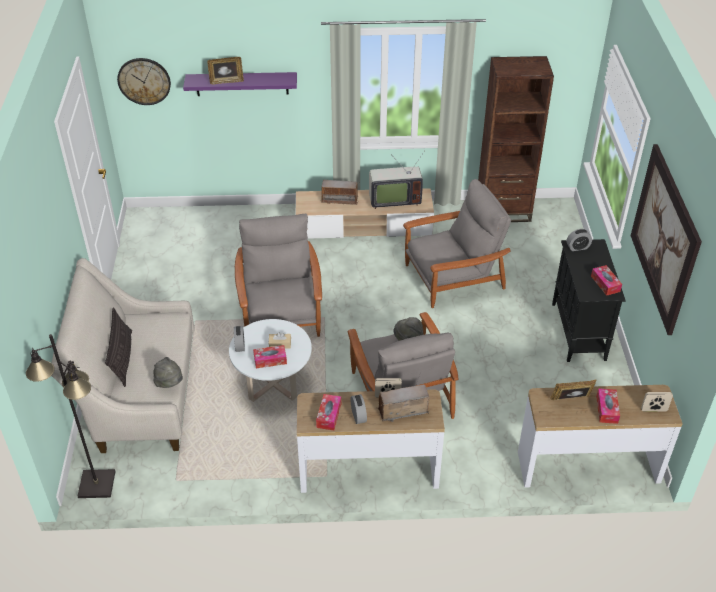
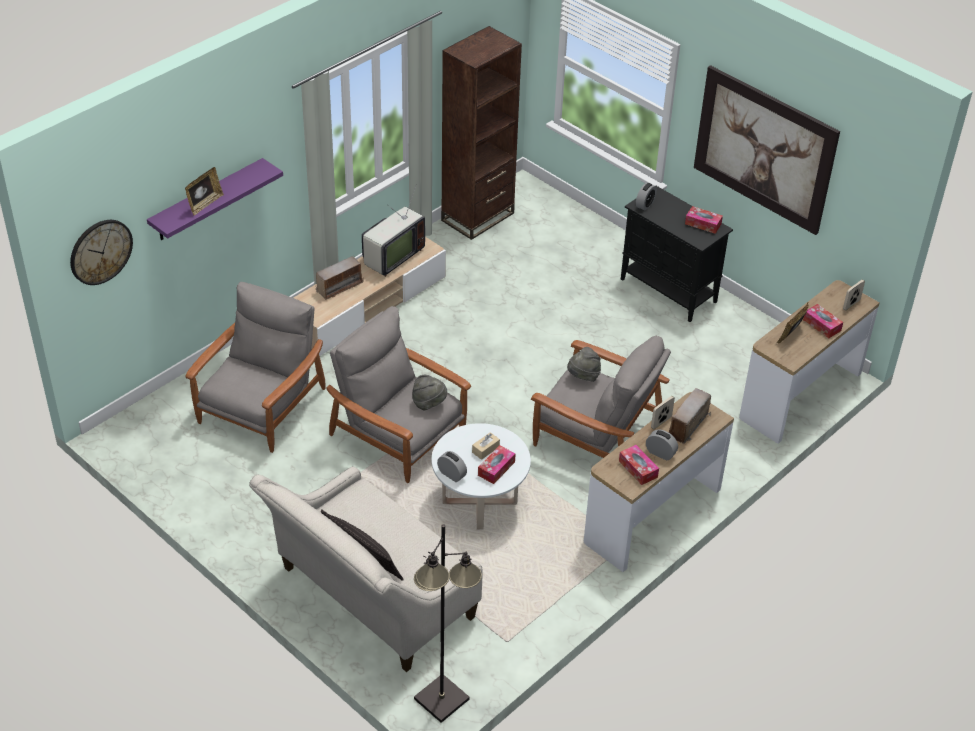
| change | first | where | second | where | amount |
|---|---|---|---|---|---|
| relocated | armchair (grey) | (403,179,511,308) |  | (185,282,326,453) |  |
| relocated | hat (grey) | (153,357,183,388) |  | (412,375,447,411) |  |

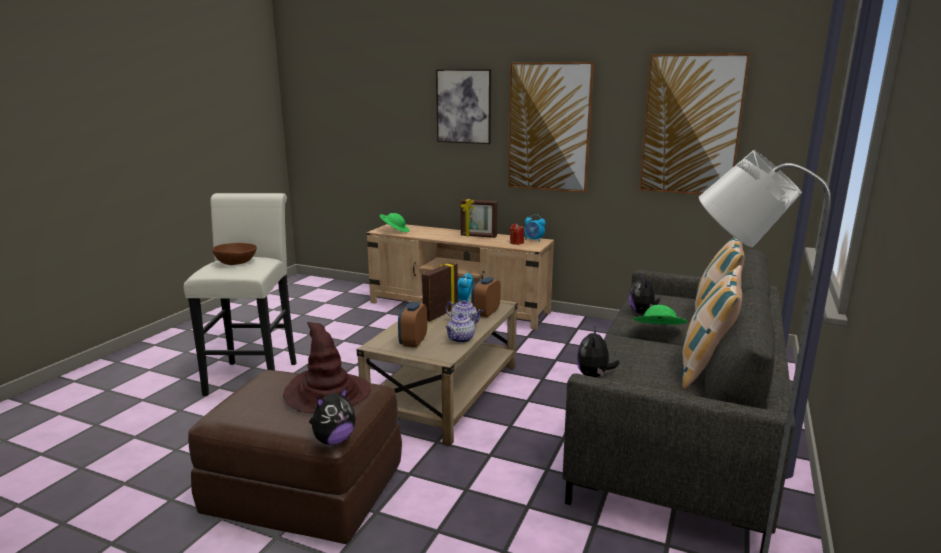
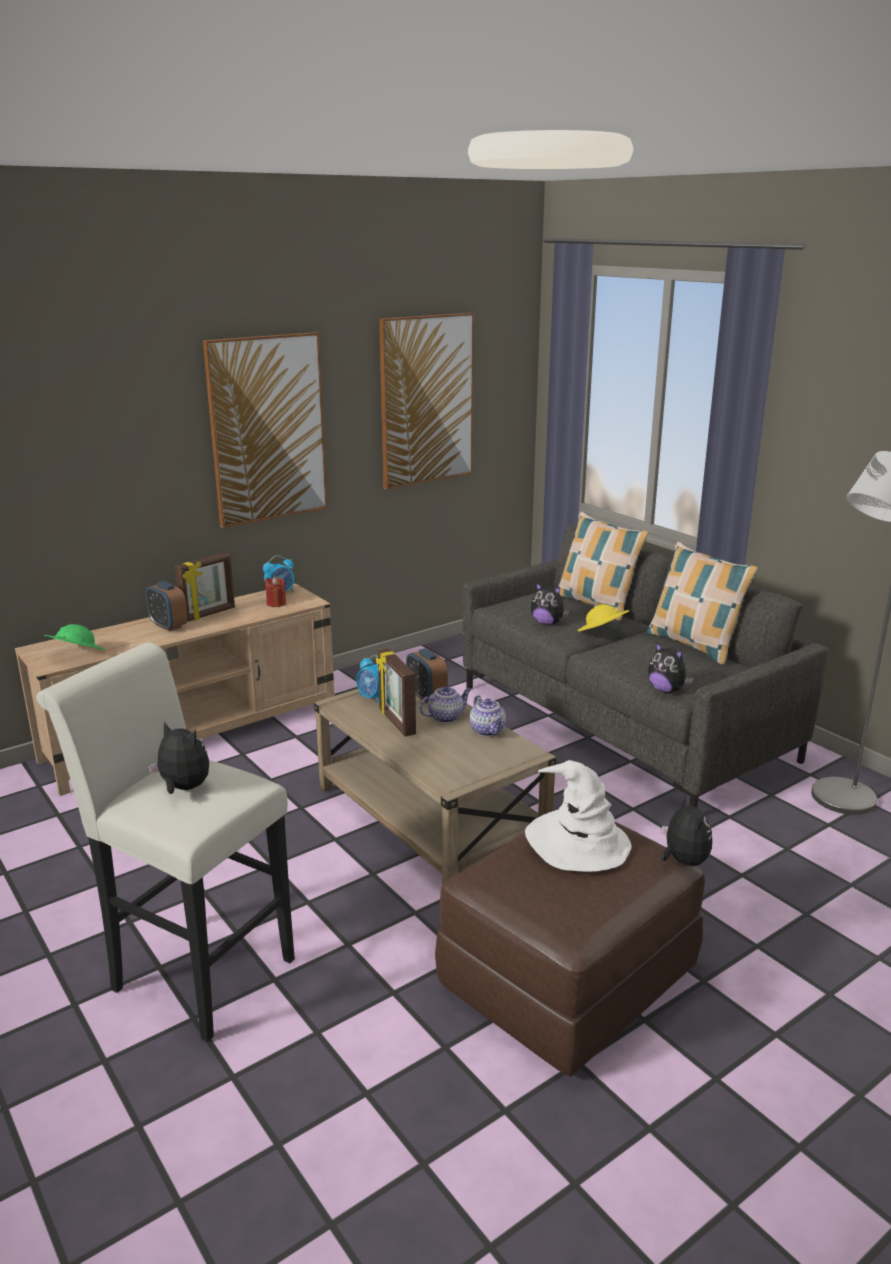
| change | first | where | second | where | amount |
|---|---|---|---|---|---|
| missing | picture | (436,69,491,144) |  |  |  |
| exchanged | bowl (brown) | (212,243,257,265) | plush toy | (148,721,209,794) |  |
| relocated | alarm clock | (398,302,427,348) |  | (146,581,188,631) |  |
| colour | hat (green) | (633,305,688,325) | hat (yellow) | (578,604,629,631) |  |
| colour | hat (brown) | (283,322,371,413) | hat (white) | (525,760,631,872) |  |

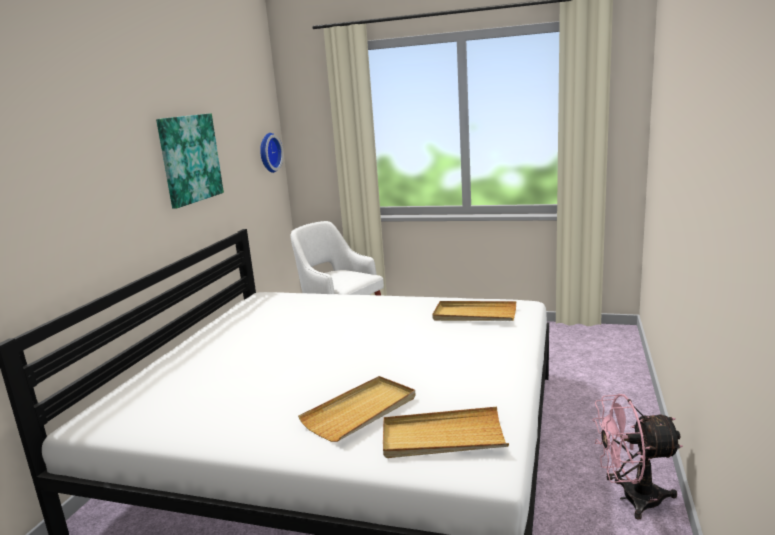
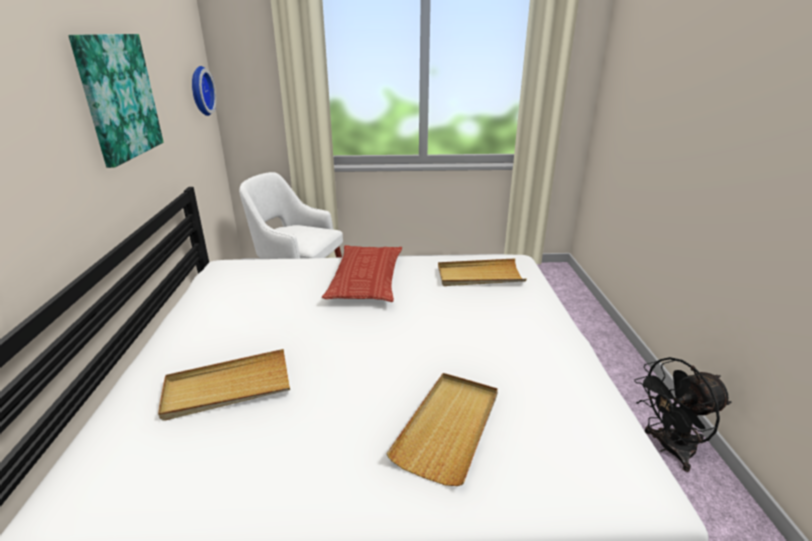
| change | first | where | second | where | amount |
|---|---|---|---|---|---|
| colour | fan (pink) | (592,394,683,520) | fan (black) | (634,357,731,472) |  |
| relocated | tray (beige) | (383,407,509,458) |  | (158,349,290,421) |  |
| appeared |  |  | pillow | (322,245,402,302) |  |

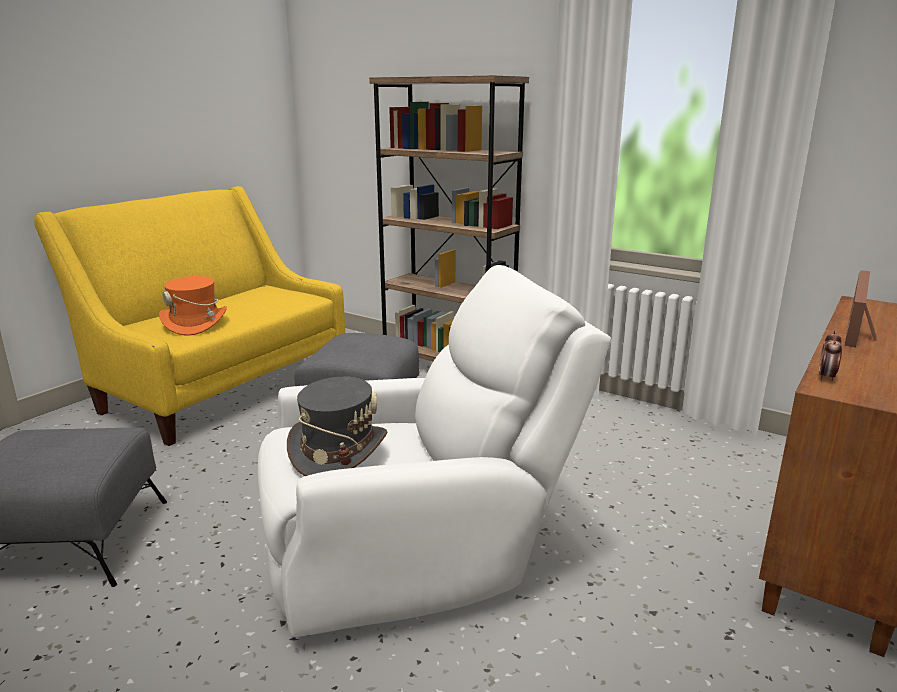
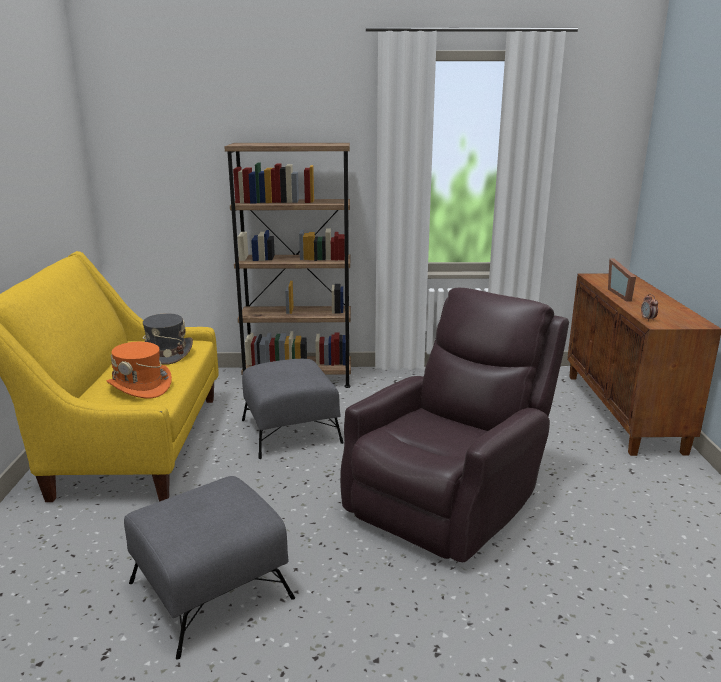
| change | first | where | second | where | amount |
|---|---|---|---|---|---|
| colour | armchair (white) | (258,265,611,637) | armchair (brown) | (340,288,569,562) |  |
| relocated | hat (grey) | (287,377,387,476) |  | (143,313,193,365) |  |

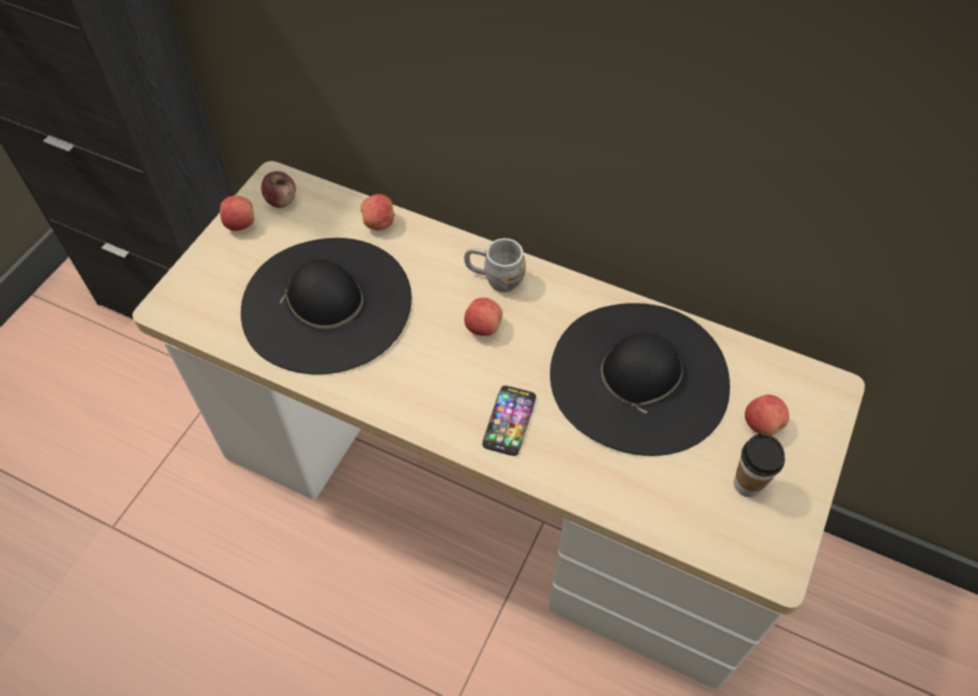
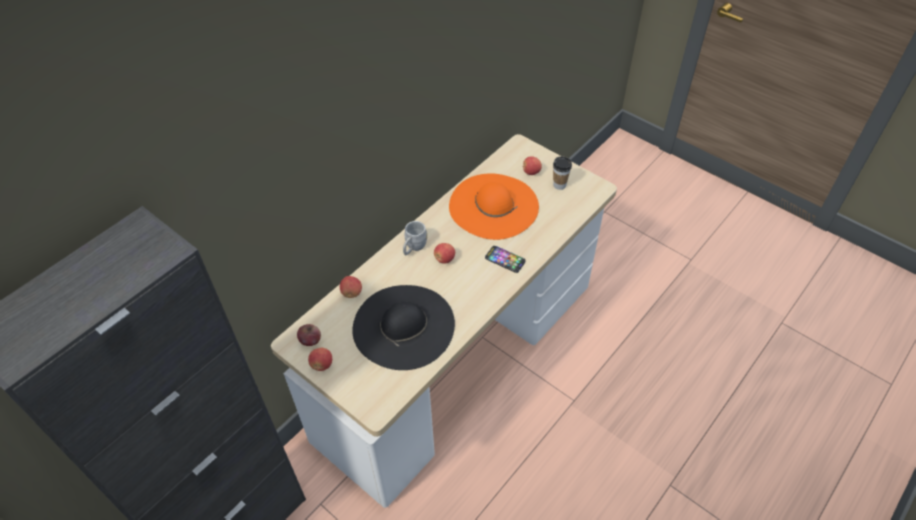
| change | first | where | second | where | amount |
|---|---|---|---|---|---|
| colour | hat (black) | (550,303,730,456) | hat (orange) | (449,173,539,240) |  |

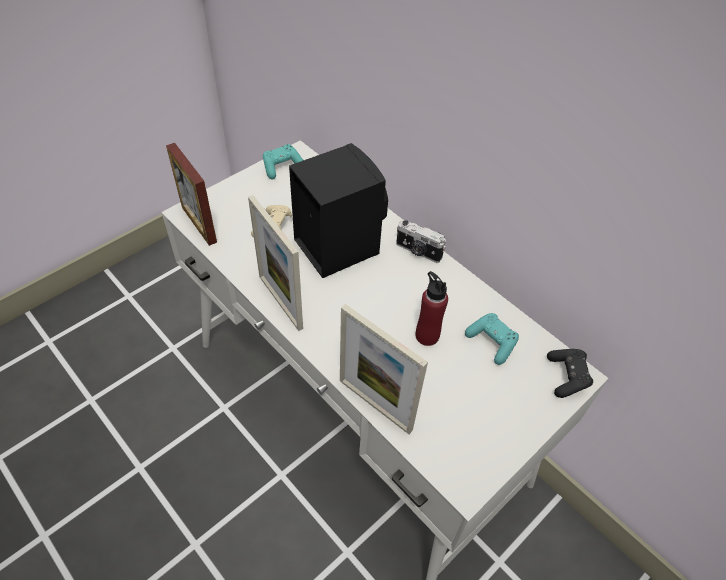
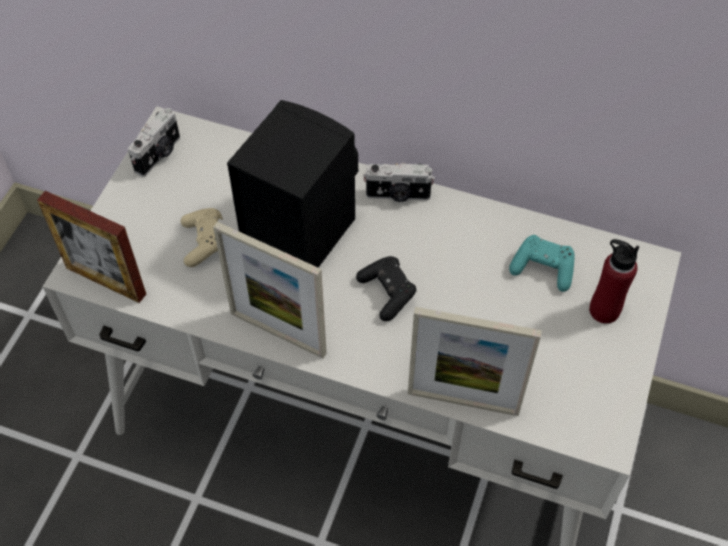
| change | first | where | second | where | amount |
|---|---|---|---|---|---|
| exchanged | game controller (turquoise) | (263,144,303,180) | photo camera | (128,108,180,177) |  |
| relocated | bottle (red) | (416,271,448,346) |  | (589,239,639,324) |  |
| relocated | game controller (black) | (547,349,593,398) |  | (356,256,417,321) |  |

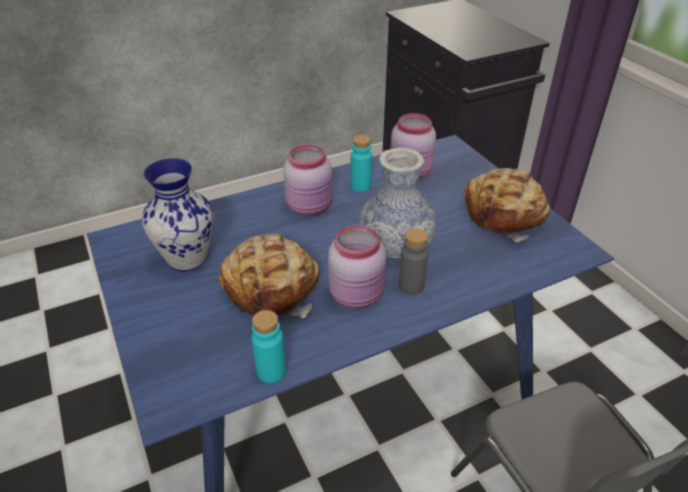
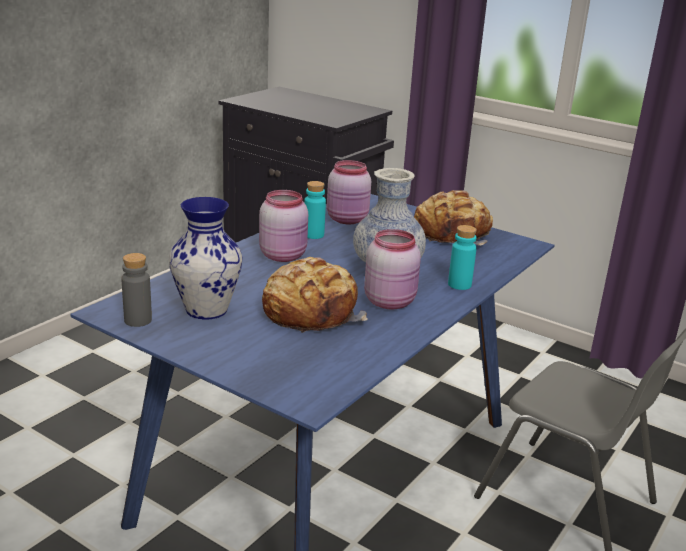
| change | first | where | second | where | amount |
|---|---|---|---|---|---|
| relocated | bottle (grey) | (399,229,428,295) |  | (122,253,152,327) |  |
| relocated | bottle (turquoise) | (251,310,286,383) |  | (448,225,477,290) |  |

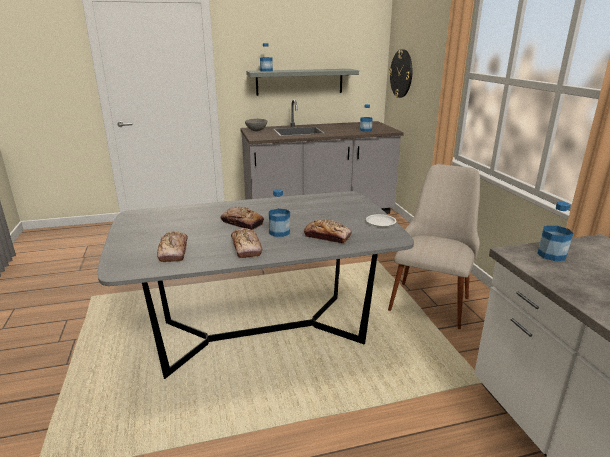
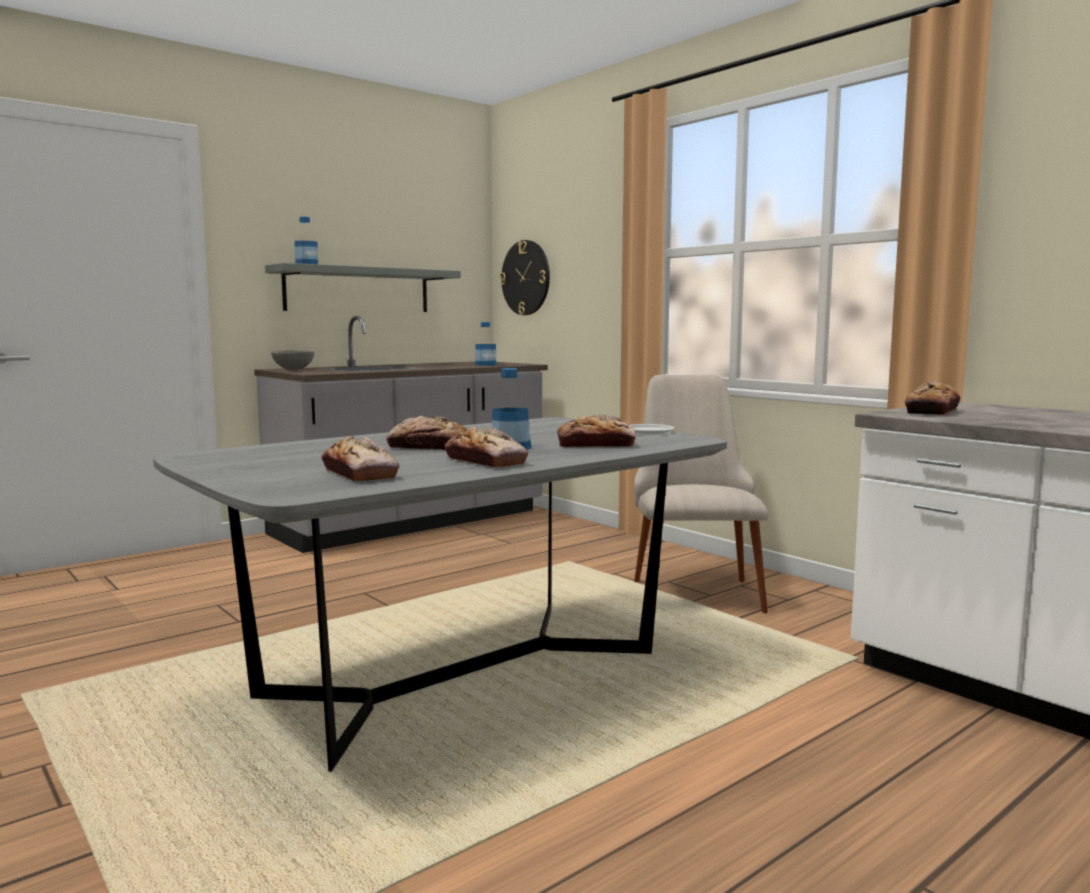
| change | first | where | second | where | amount |
|---|---|---|---|---|---|
| exchanged | bottle | (537,202,573,261) | bread | (905,381,960,415) |  |

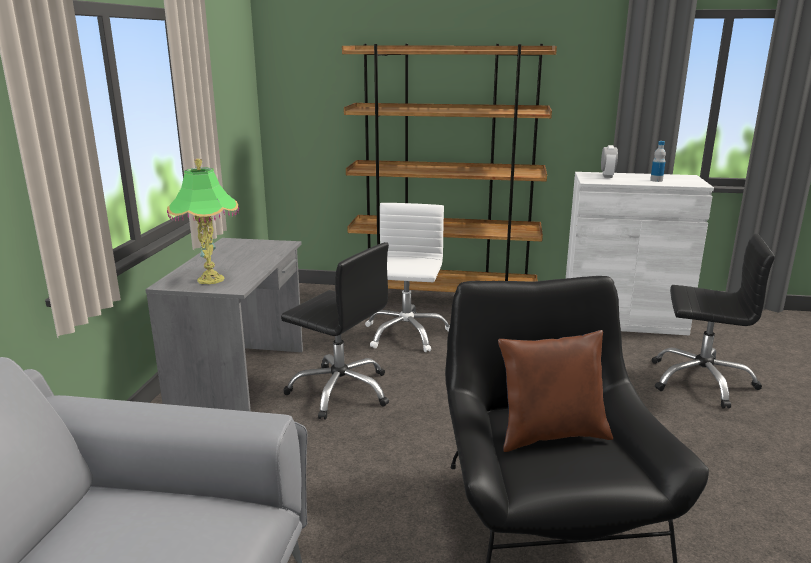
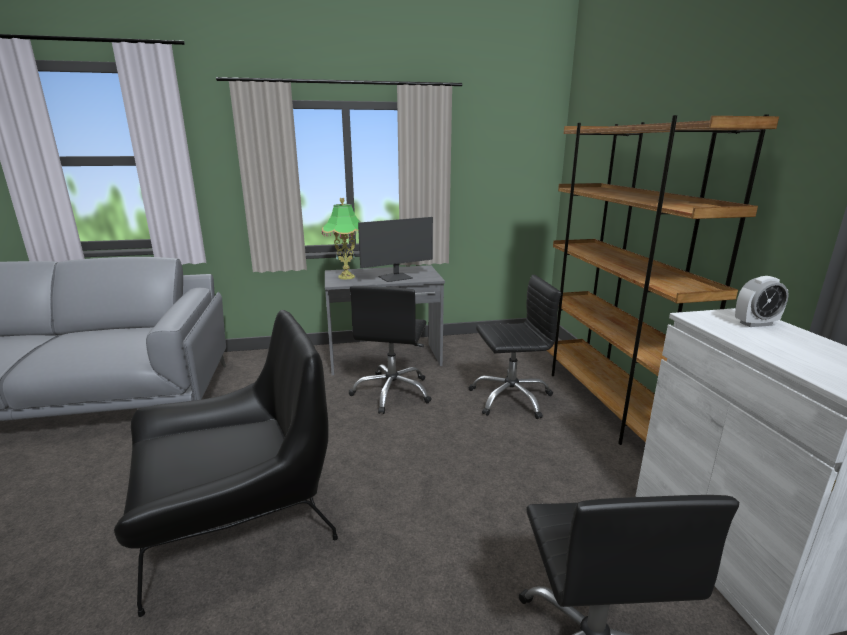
| change | first | where | second | where | amount |
|---|---|---|---|---|---|
| missing | bottle | (650,141,666,182) |  |  |  |
| colour | office chair (white) | (365,203,450,352) | office chair (black) | (468,275,561,419) |  |
| missing | pillow (brown) | (498,330,613,452) |  |  |  |
| appeared |  |  | monitor | (358,217,433,282) |  |

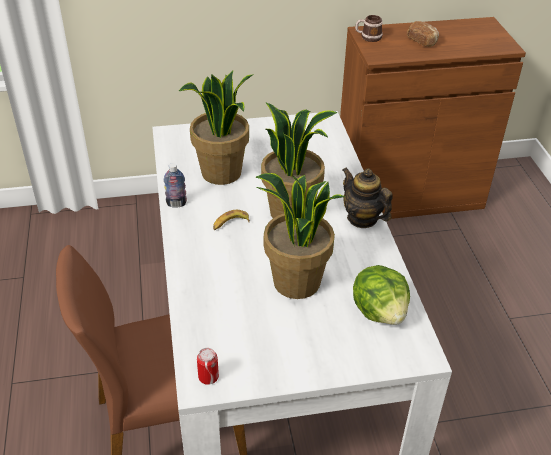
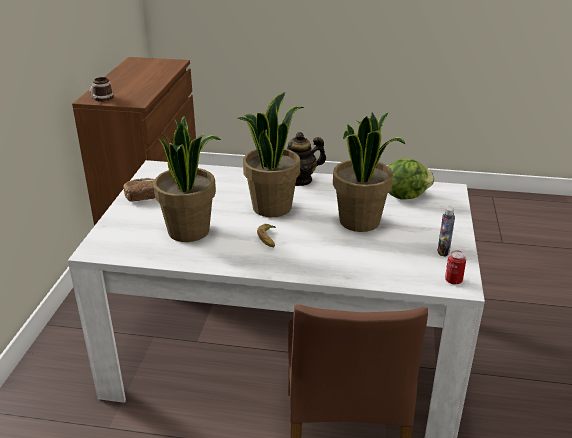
| change | first | where | second | where | amount |
|---|---|---|---|---|---|
| relocated | bread | (407,21,439,47) |  | (123,178,155,202) |  |
| relocated | bottle | (164,163,187,208) |  | (437,207,455,257) |  |

